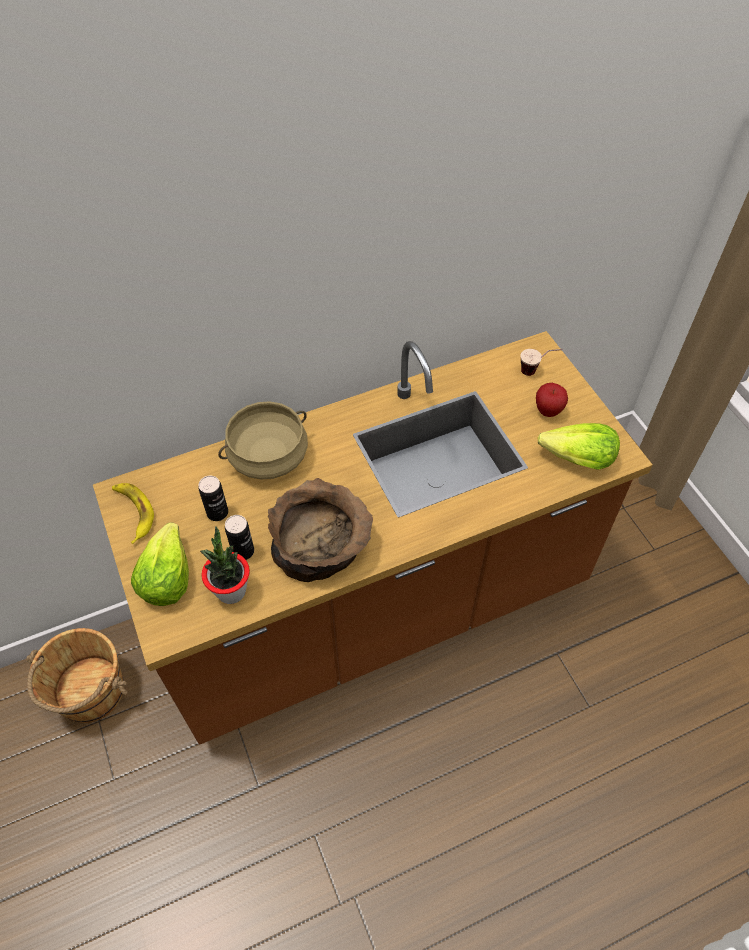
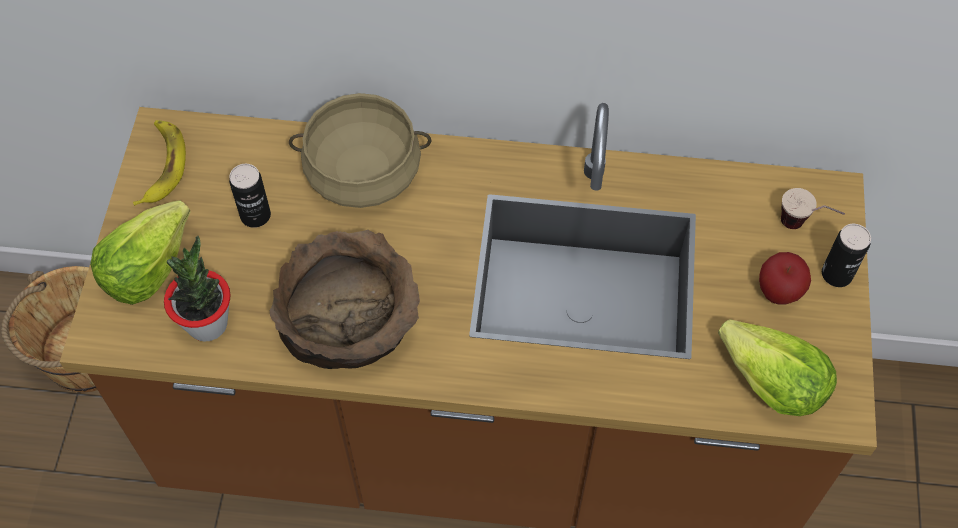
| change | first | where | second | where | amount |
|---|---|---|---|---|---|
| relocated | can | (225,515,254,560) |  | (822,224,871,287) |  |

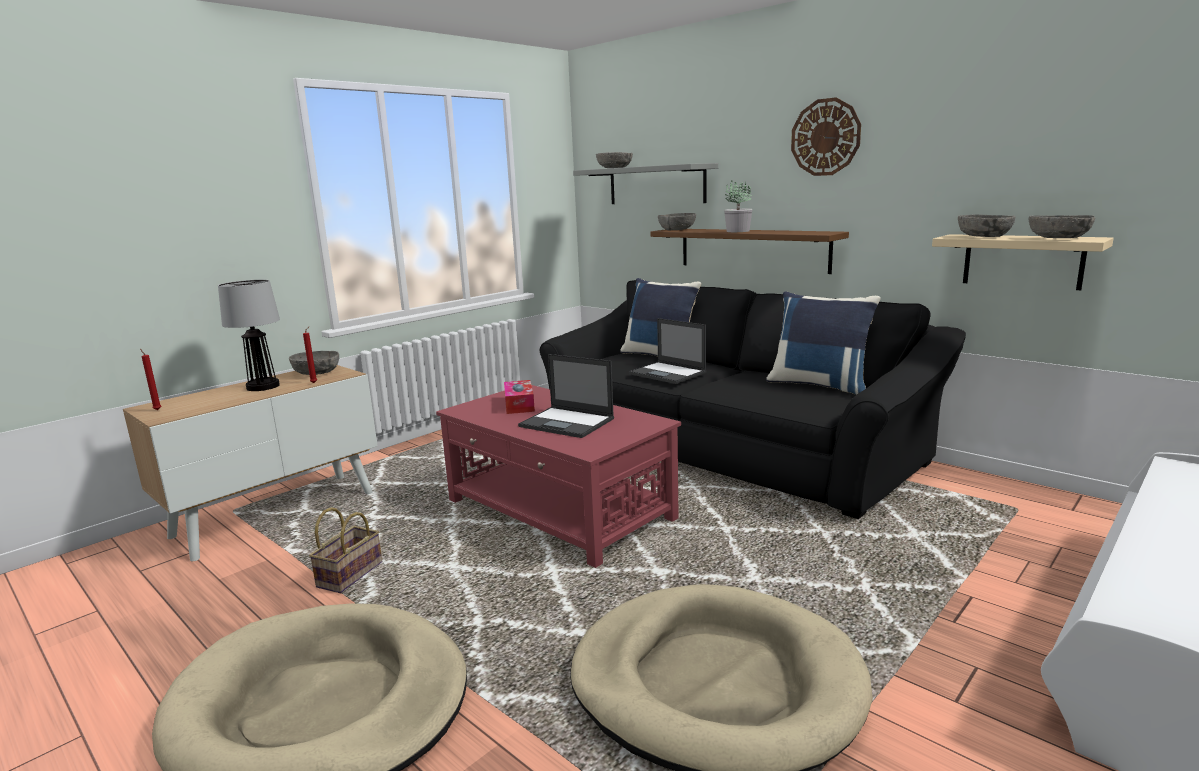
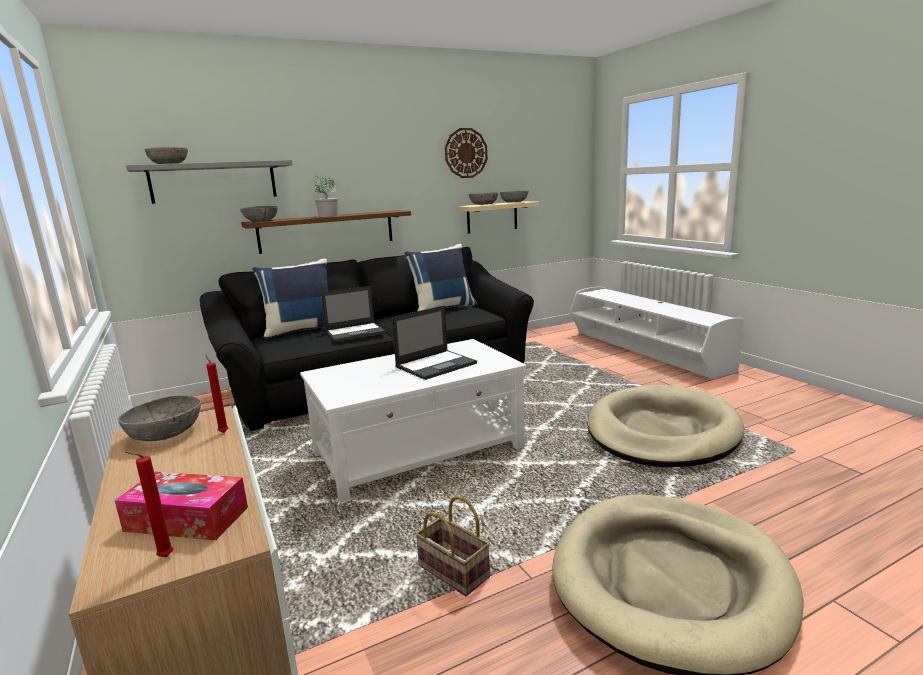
| change | first | where | second | where | amount |
|---|---|---|---|---|---|
| relocated | wall clock | (791,97,861,176) |  | (445,128,488,178) |  |
| missing | table lamp | (218,280,280,391) |  |  |  |
| relocated | tissue box | (504,380,535,414) |  | (115,472,248,540) |  |
| colour | coffee table (red) | (436,385,681,568) | coffee table (white) | (300,339,527,503) |  |

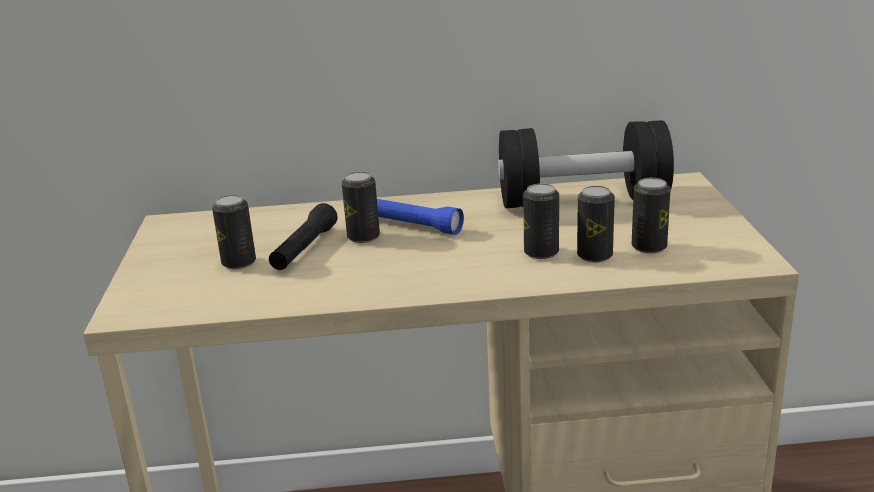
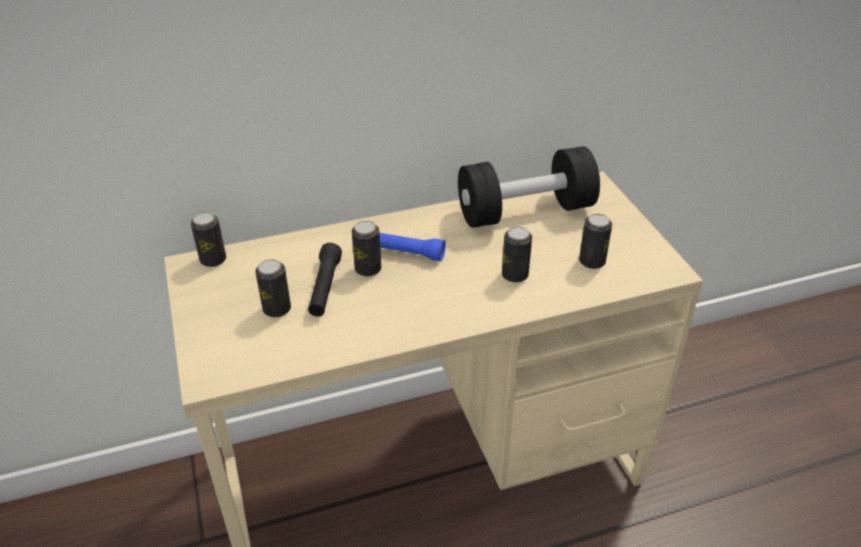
| change | first | where | second | where | amount |
|---|---|---|---|---|---|
| relocated | can | (577,186,615,262) |  | (191,212,226,267) |  |

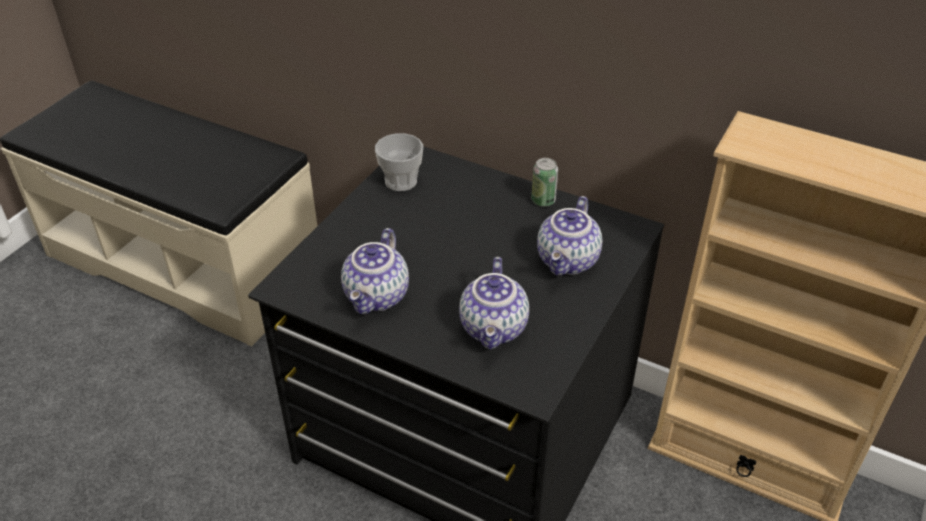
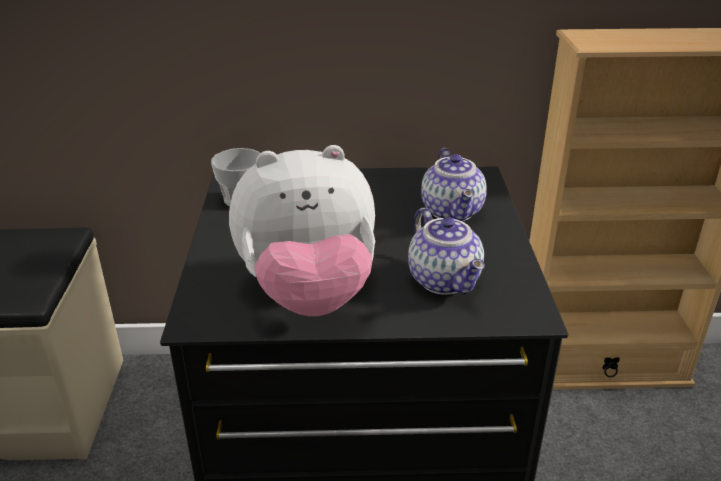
| change | first | where | second | where | amount |
|---|---|---|---|---|---|
| missing | can | (531,158,558,207) |  |  |  |
| exchanged | teapot | (341,228,409,314) | plush toy | (229,145,375,316) |  |

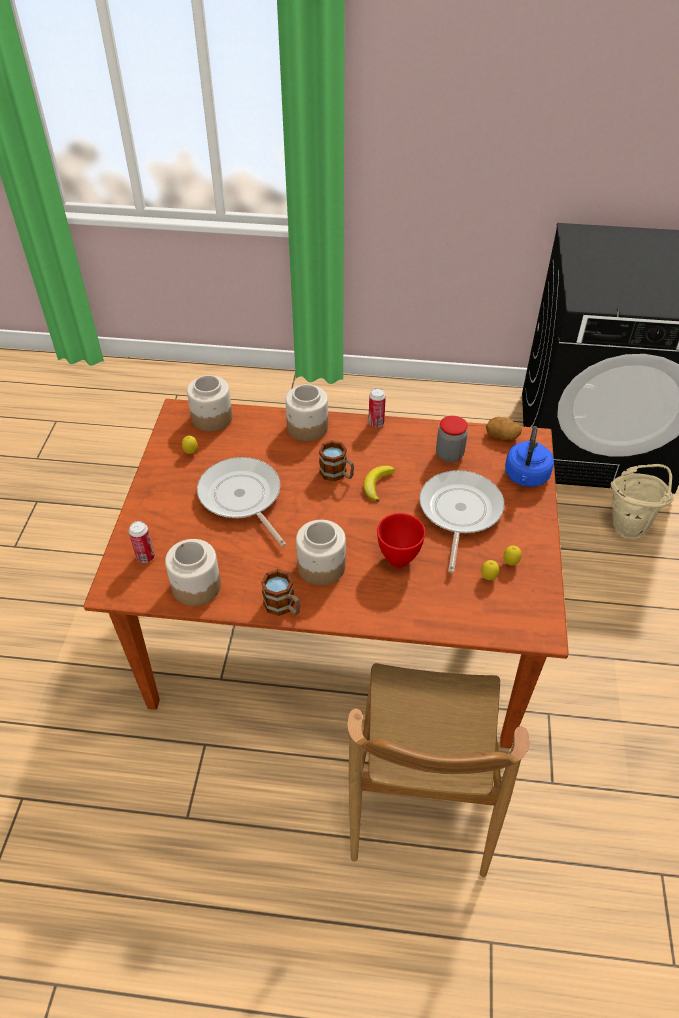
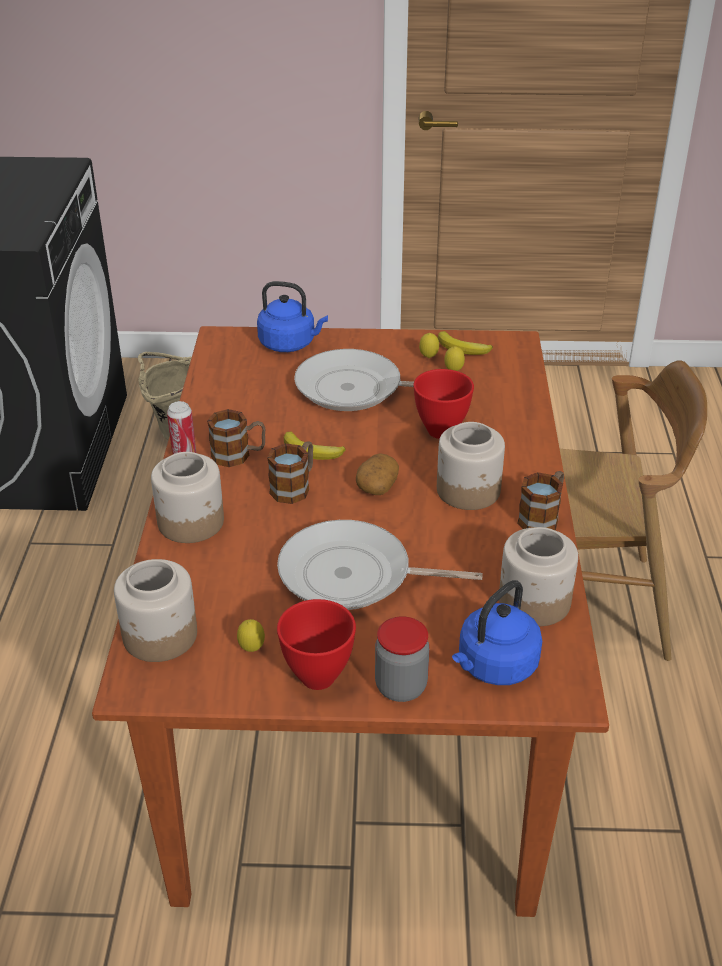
| change | first | where | second | where | amount |
|---|---|---|---|---|---|
| relocated | jar | (436,416,468,462) |  | (375,616,430,702) |  |
| relocated | potato | (486,417,522,440) |  | (356,453,399,495) |  |
| spun | frying pan | (197,457,286,547) |  | (277,520,483,610) | 45 degrees clockwise |
| exchanged | can | (129,521,155,563) | kettle (blue) | (452,580,542,685) |  |
| appeared |  |  | banana | (438,331,493,355) |  |
| appeared |  |  | mug | (207,409,265,467) |  |
| appeared |  |  | bowl (red) | (277,599,356,690) |  |

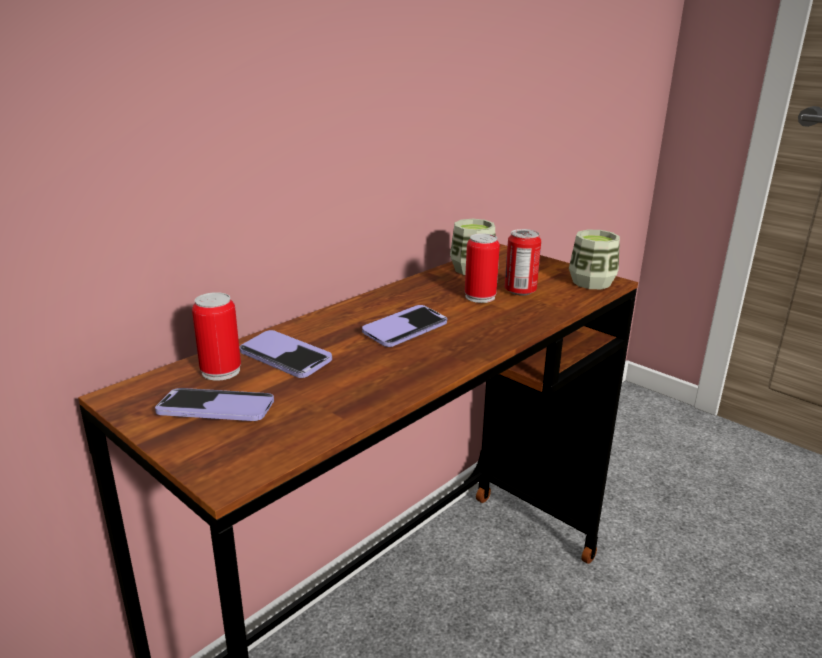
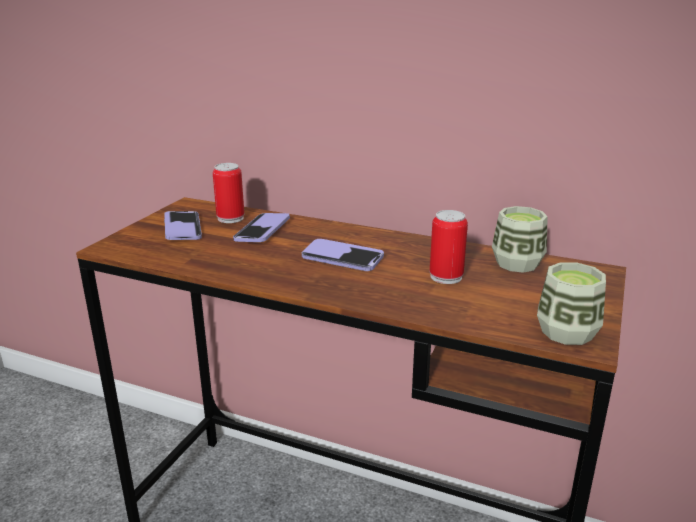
| change | first | where | second | where | amount |
|---|---|---|---|---|---|
| missing | can | (505,229,541,296) |  |  |  |

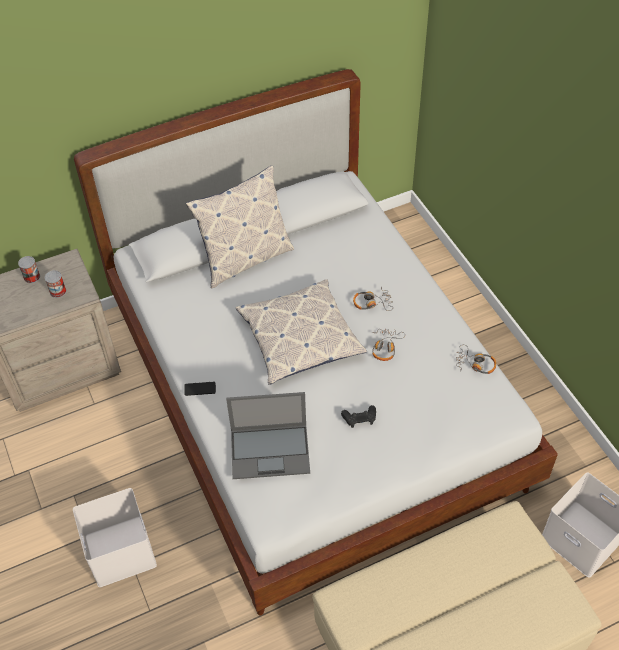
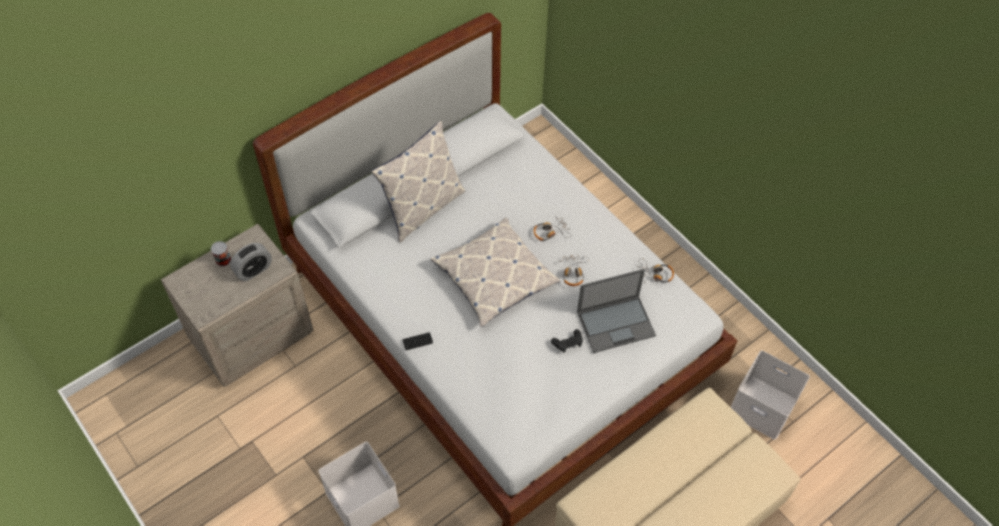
| change | first | where | second | where | amount |
|---|---|---|---|---|---|
| exchanged | can | (45,270,66,298) | alarm clock | (230,243,272,281) |  |
| relocated | laptop | (226,392,310,479) |  | (577,269,656,353) |  |

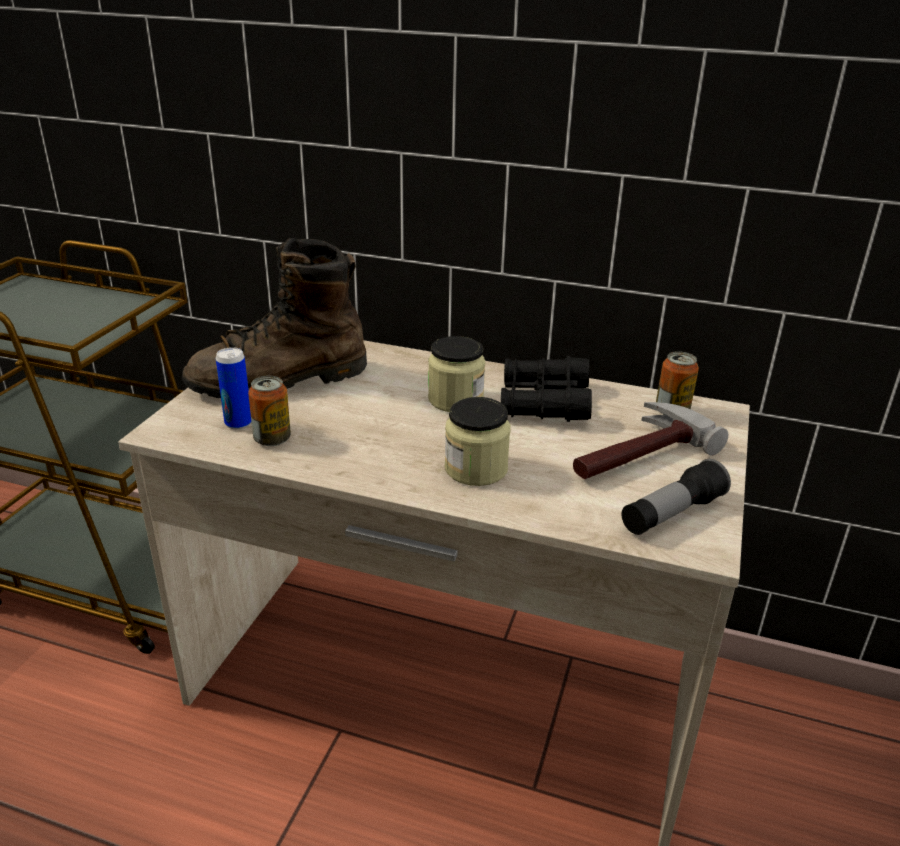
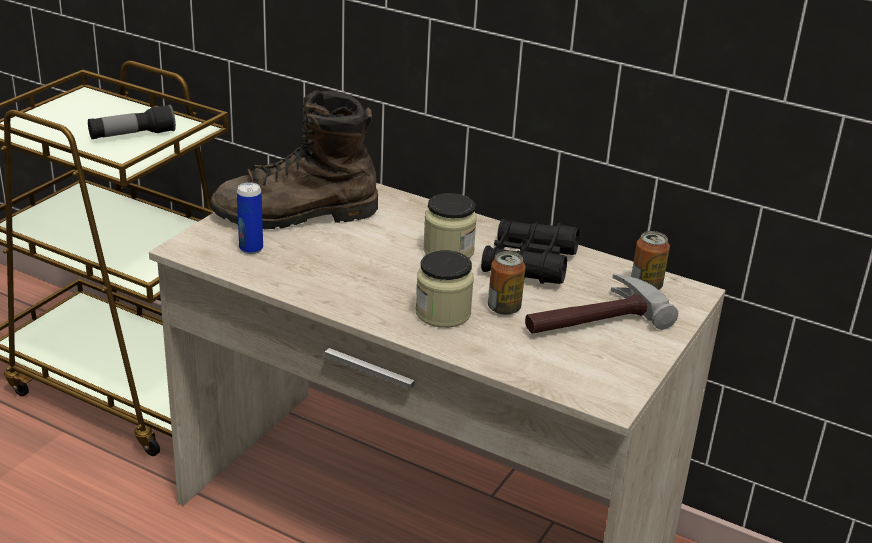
| change | first | where | second | where | amount |
|---|---|---|---|---|---|
| relocated | can | (248,376,291,446) |  | (488,251,526,315) |  |
| relocated | flashlight | (622,459,731,535) |  | (88,104,176,139) |  |

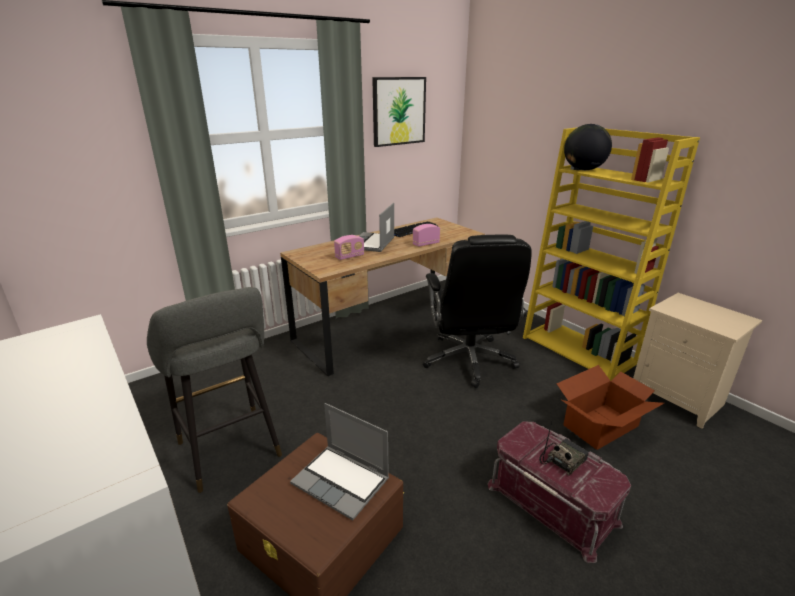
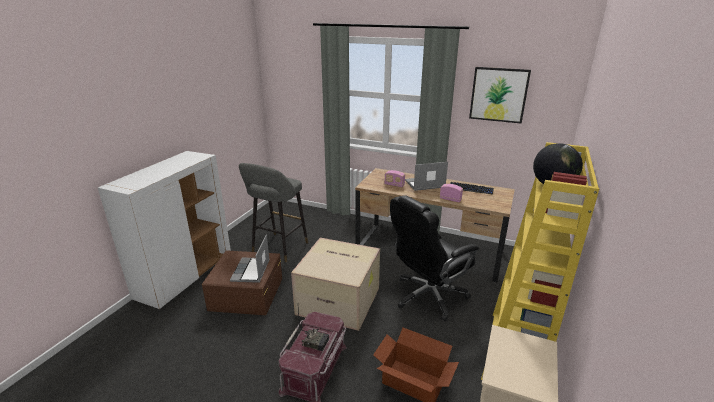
| change | first | where | second | where | amount |
|---|---|---|---|---|---|
| appeared |  |  | cardboard box | (291,238,380,331) |  |

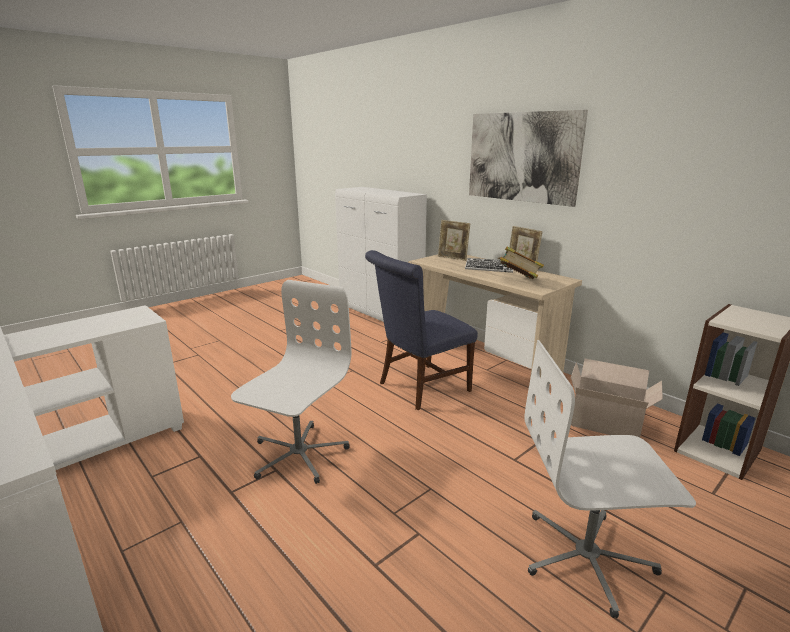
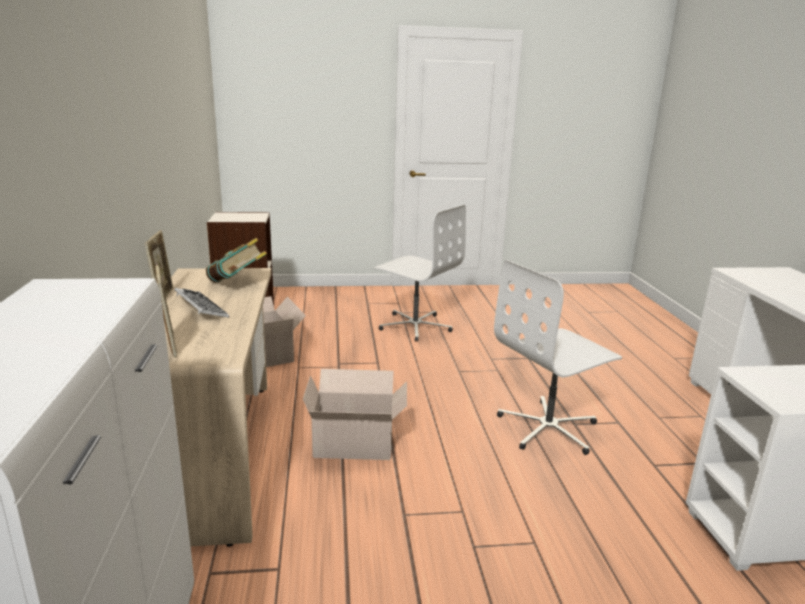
| change | first | where | second | where | amount |
|---|---|---|---|---|---|
| missing | picture | (469,110,588,207) |  |  |  |
| exchanged | chair (blue) | (365,250,478,410) | cardboard box | (303,369,407,460) |  |

